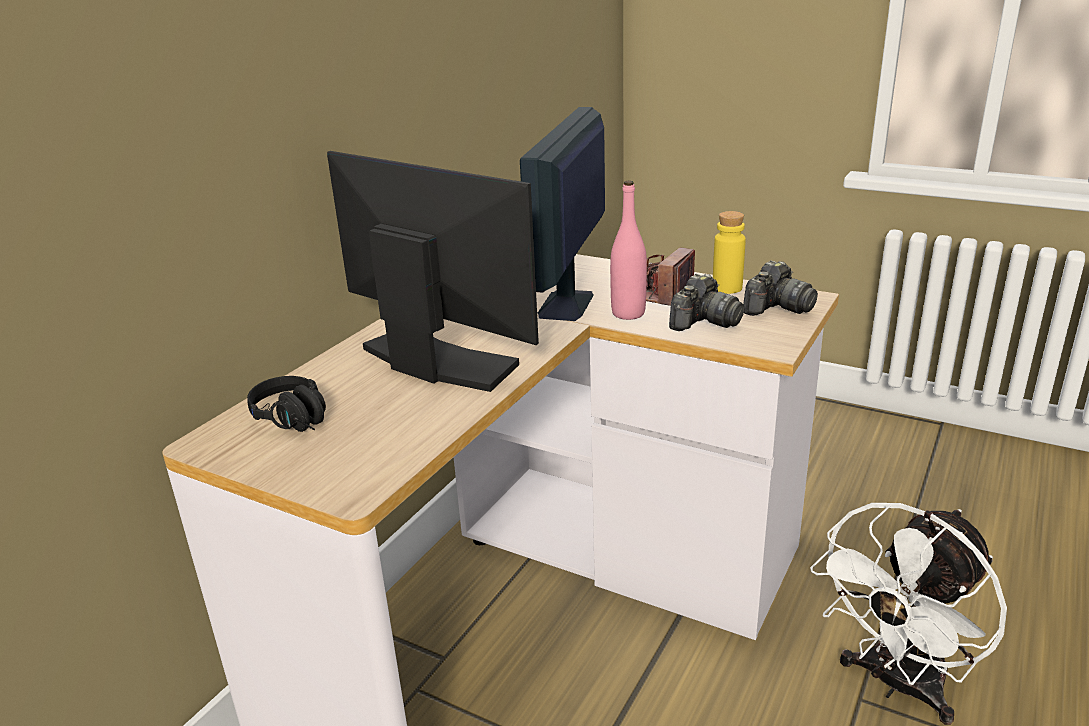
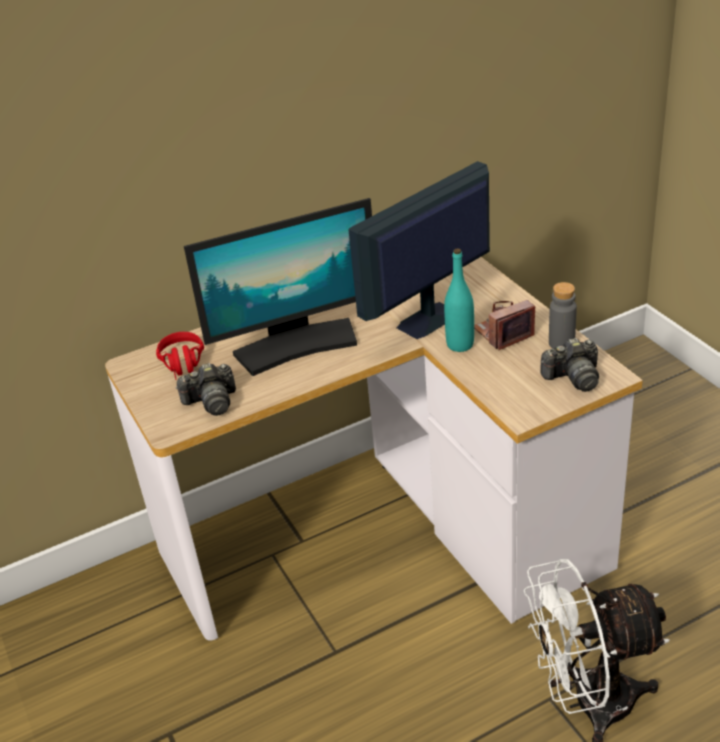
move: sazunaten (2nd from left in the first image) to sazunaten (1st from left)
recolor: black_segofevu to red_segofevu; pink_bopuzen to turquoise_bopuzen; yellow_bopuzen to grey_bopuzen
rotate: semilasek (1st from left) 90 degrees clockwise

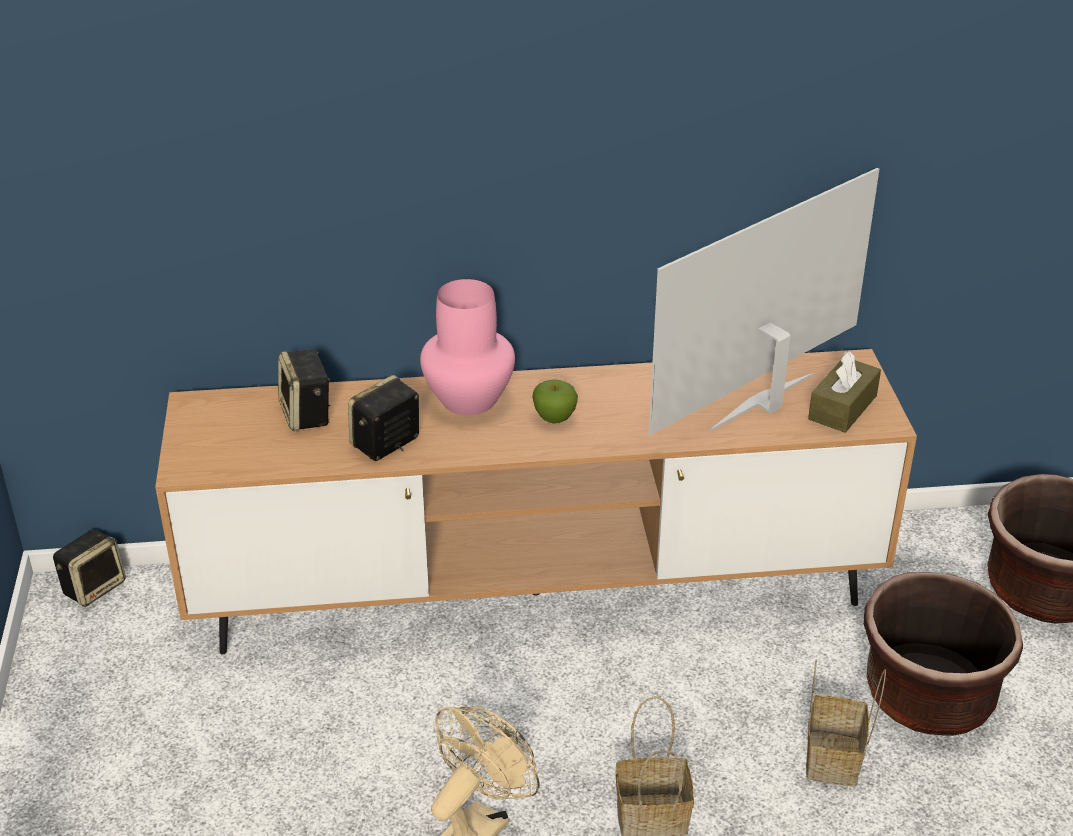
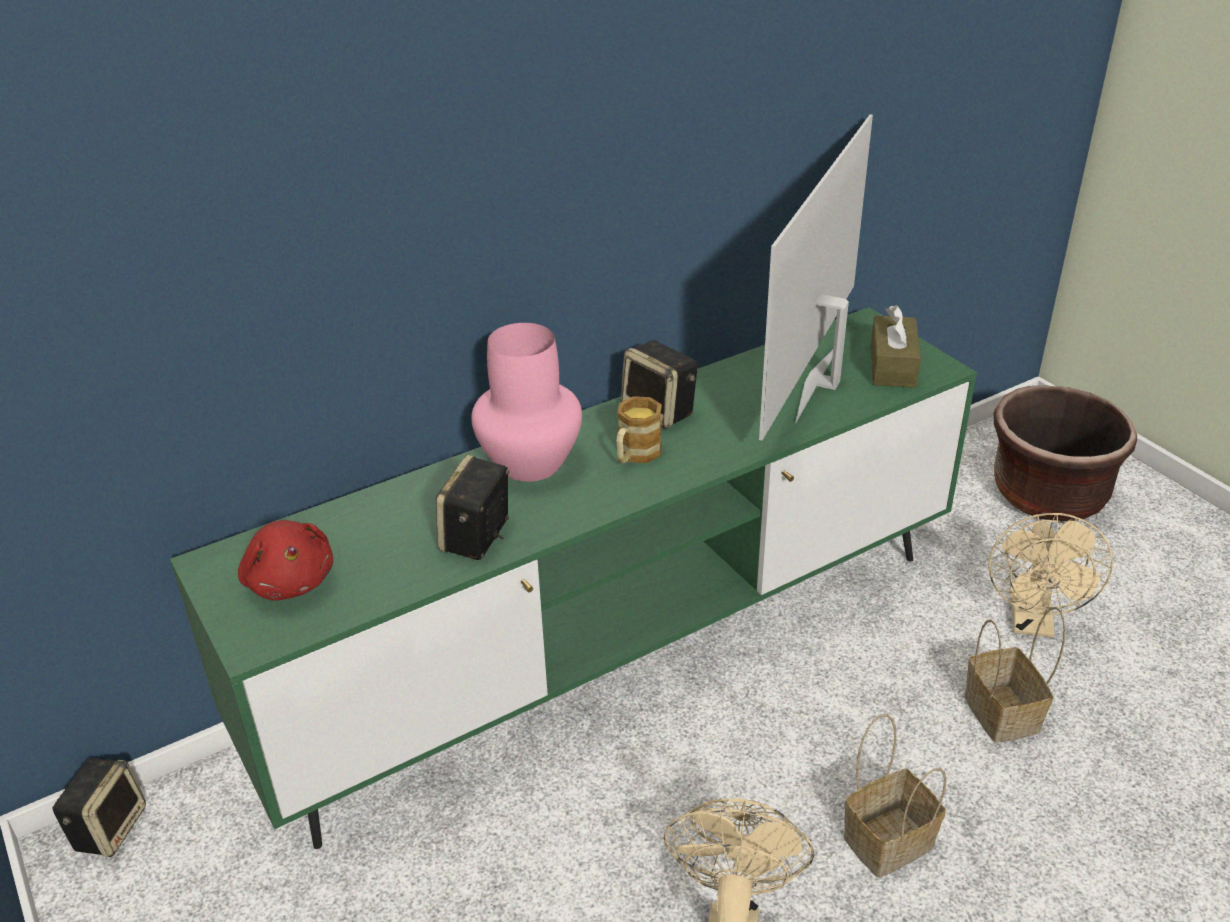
insert: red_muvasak
move: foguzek (2nd from left in the first image) to foguzek (3rd from left)
replace: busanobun to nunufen; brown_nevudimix (1st from left) to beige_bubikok (2nd from left)
recolor: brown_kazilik to green_kazilik

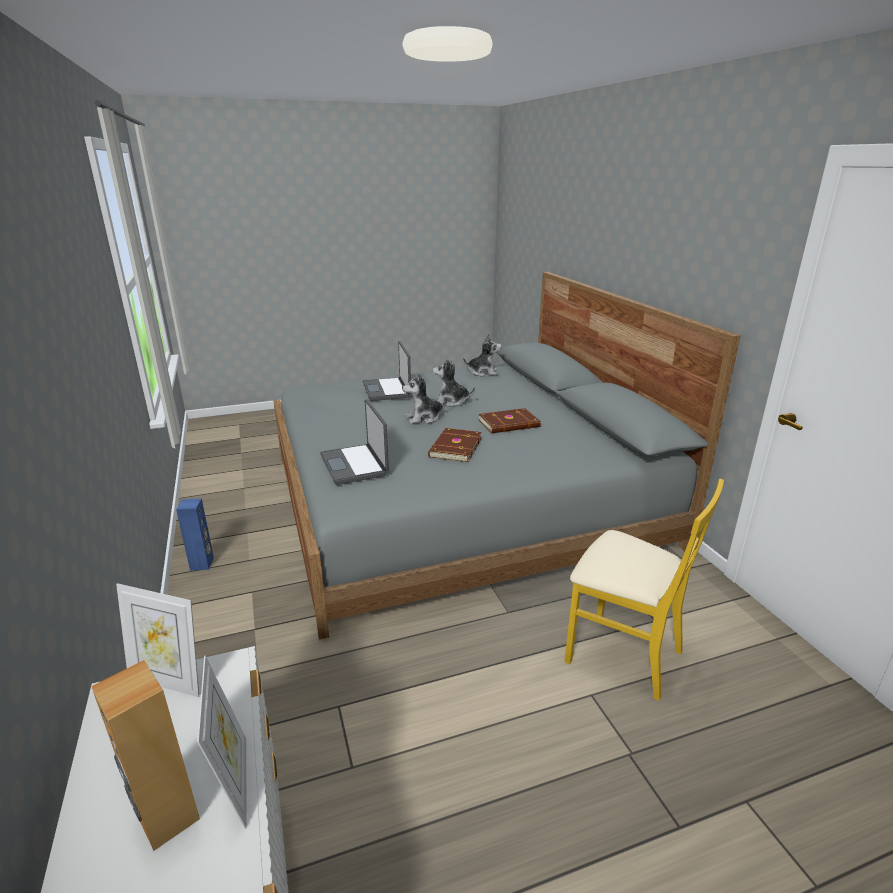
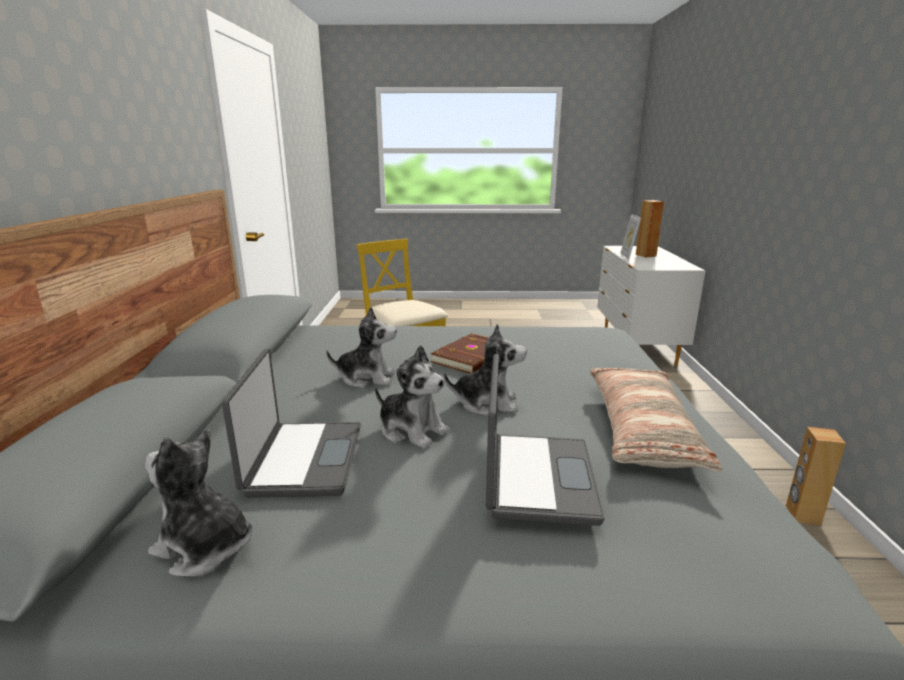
delete: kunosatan (1st from left)
insert: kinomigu
move: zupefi (1st from left)
replace: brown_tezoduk (2nd from left) to muvasak (2nd from left)
recolor: blue_foguzek to brown_foguzek (2nd from left)

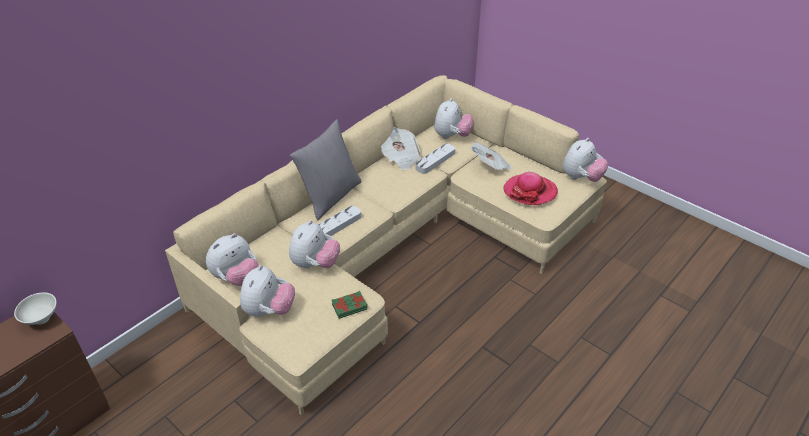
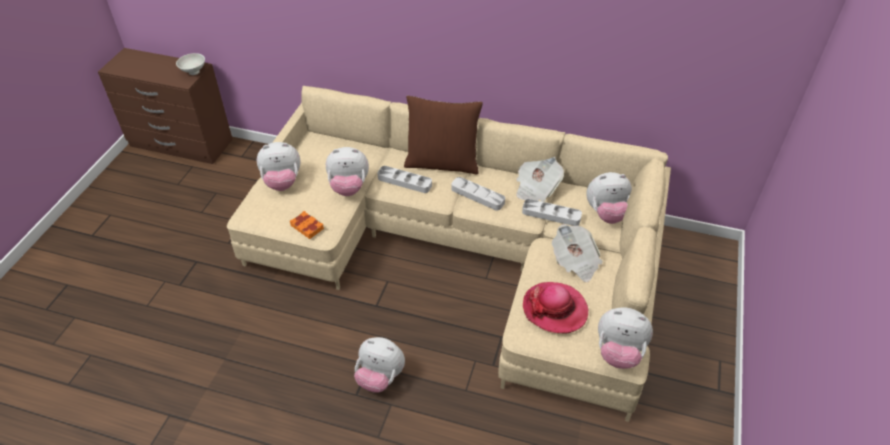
insert: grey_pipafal (2nd from left)
move: muvasak (1st from left in the first image) to muvasak (3rd from left)
recolor: green_tezoduk to orange_tezoduk; grey_kinomigu to brown_kinomigu

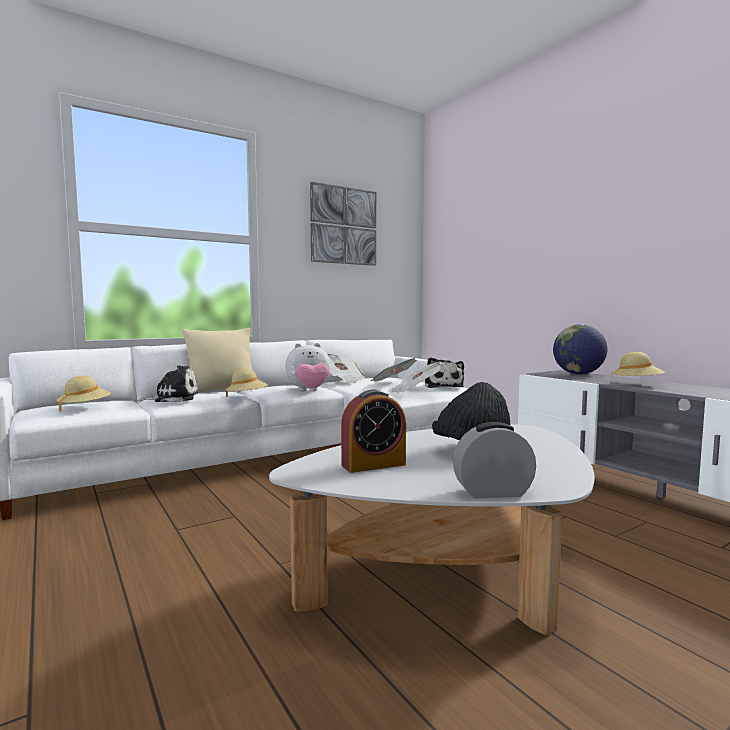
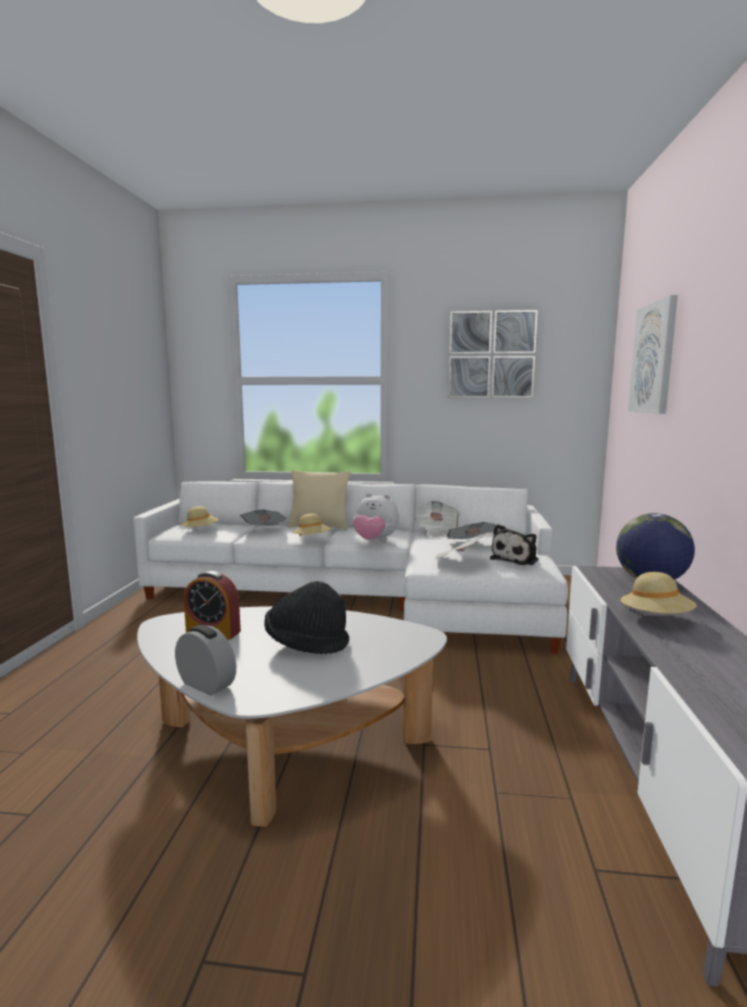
insert: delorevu (2nd from left)
replace: muvasak (1st from left) to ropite (1st from left)

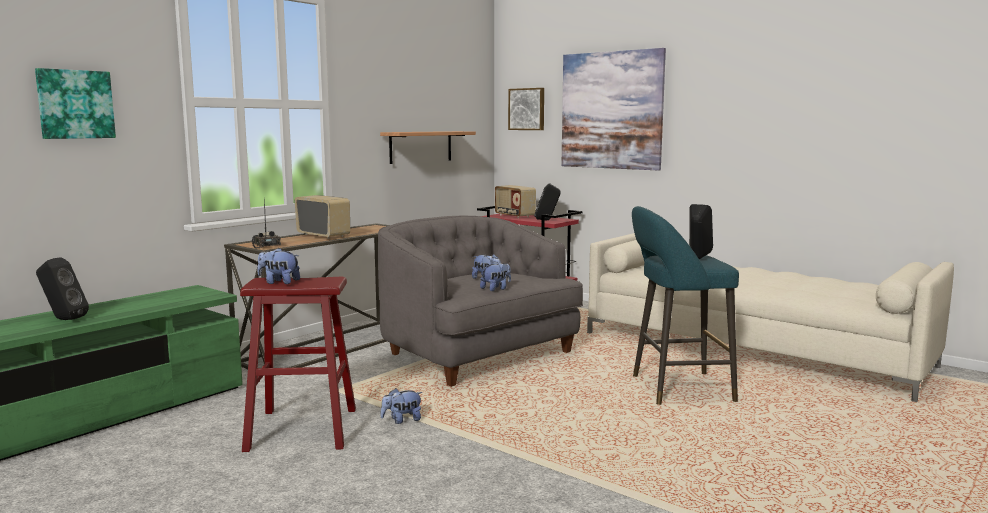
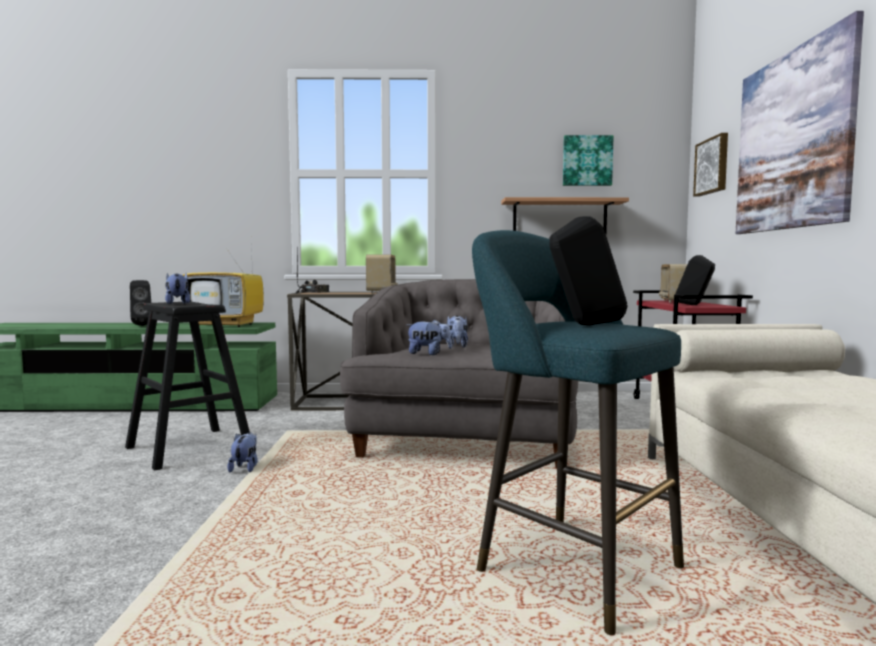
insert: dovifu
move: delorevu (1st from left)
recolor: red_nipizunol to black_nipizunol
rotate: muvasak (2nd from left) 60 degrees clockwise

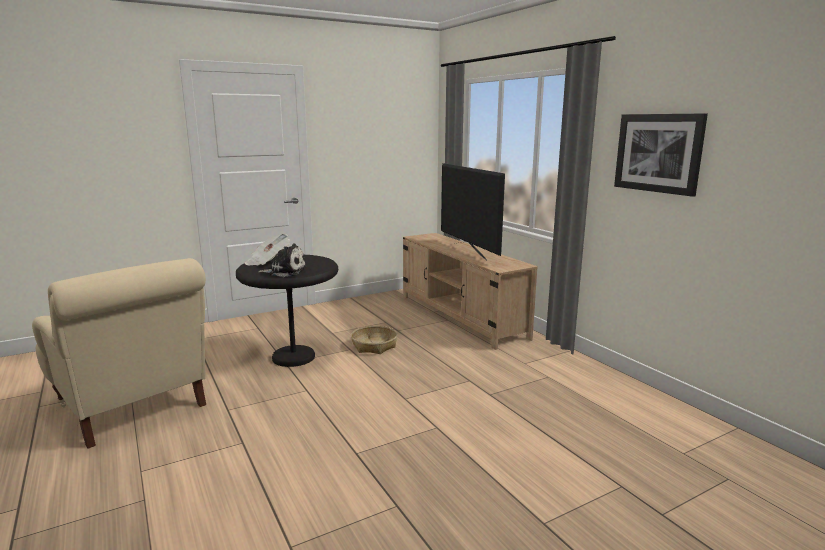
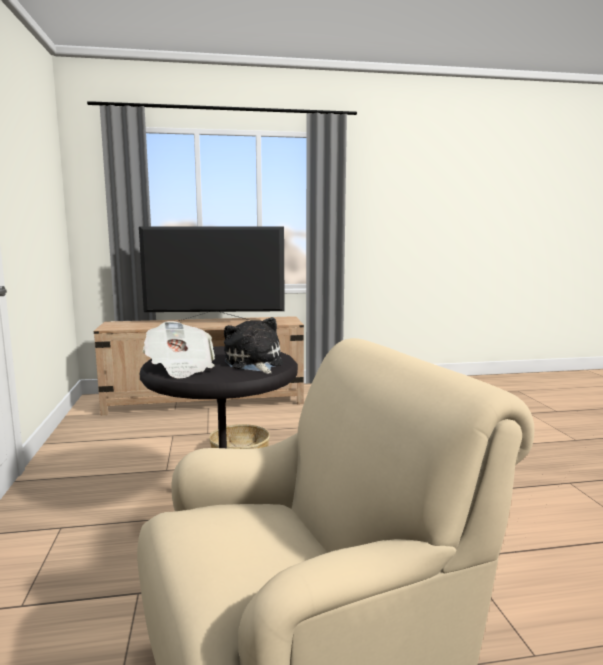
delete: delorevu
rotate: muvasak 45 degrees counterclockwise

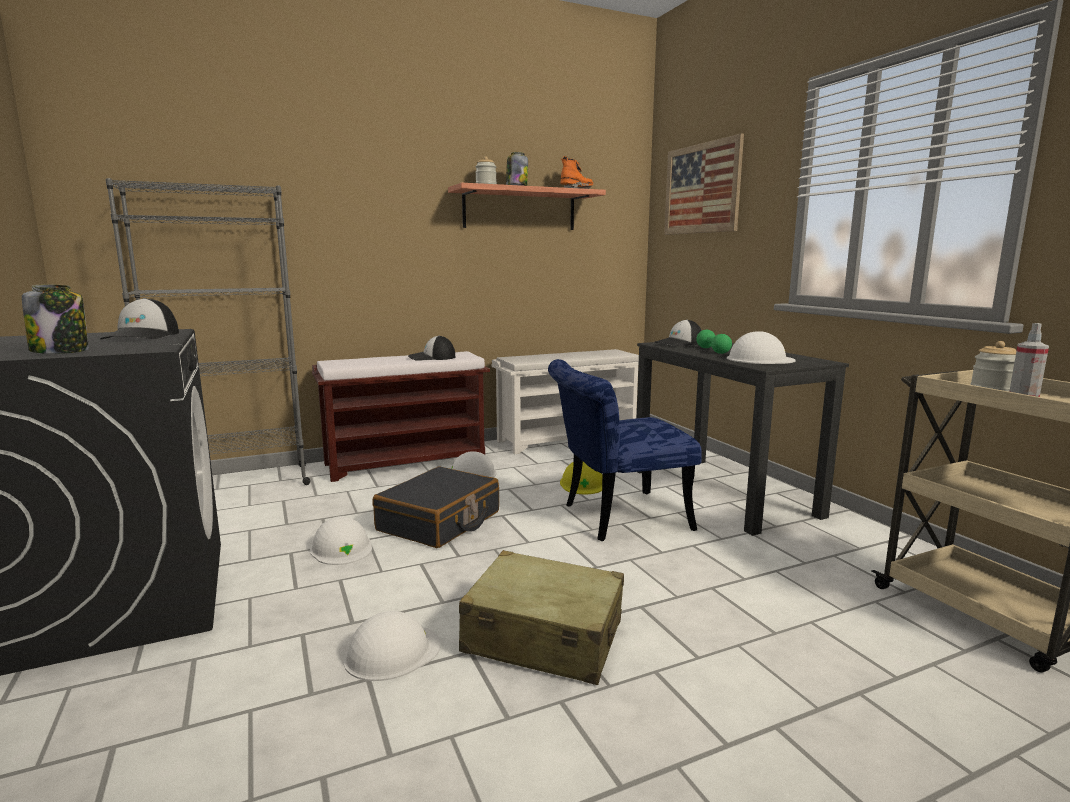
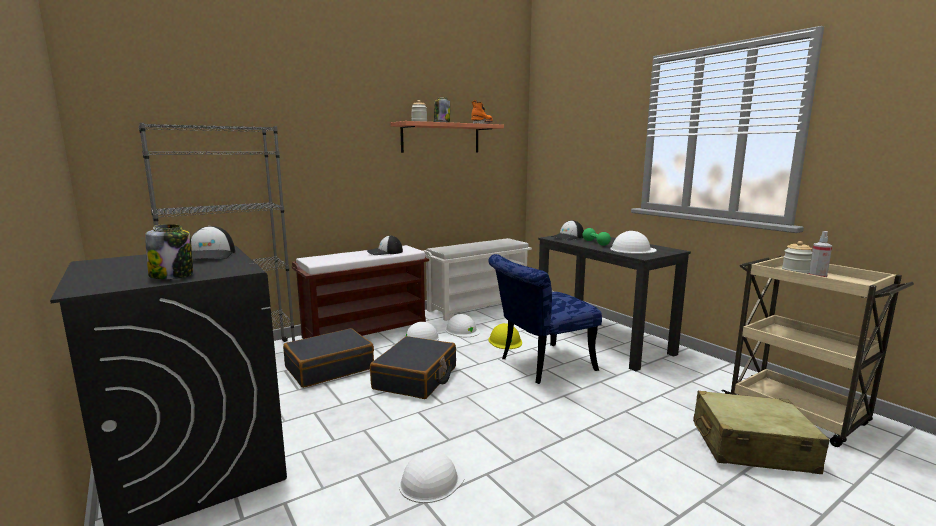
delete: delorevu
insert: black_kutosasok (1st from left)
move: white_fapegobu (1st from left in the first image) to white_fapegobu (3rd from left); beige_kutosasok

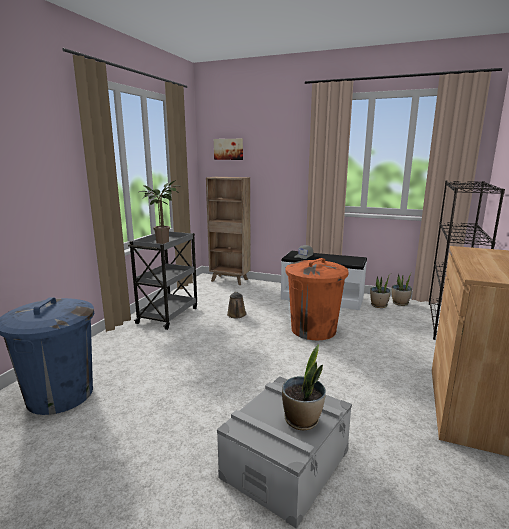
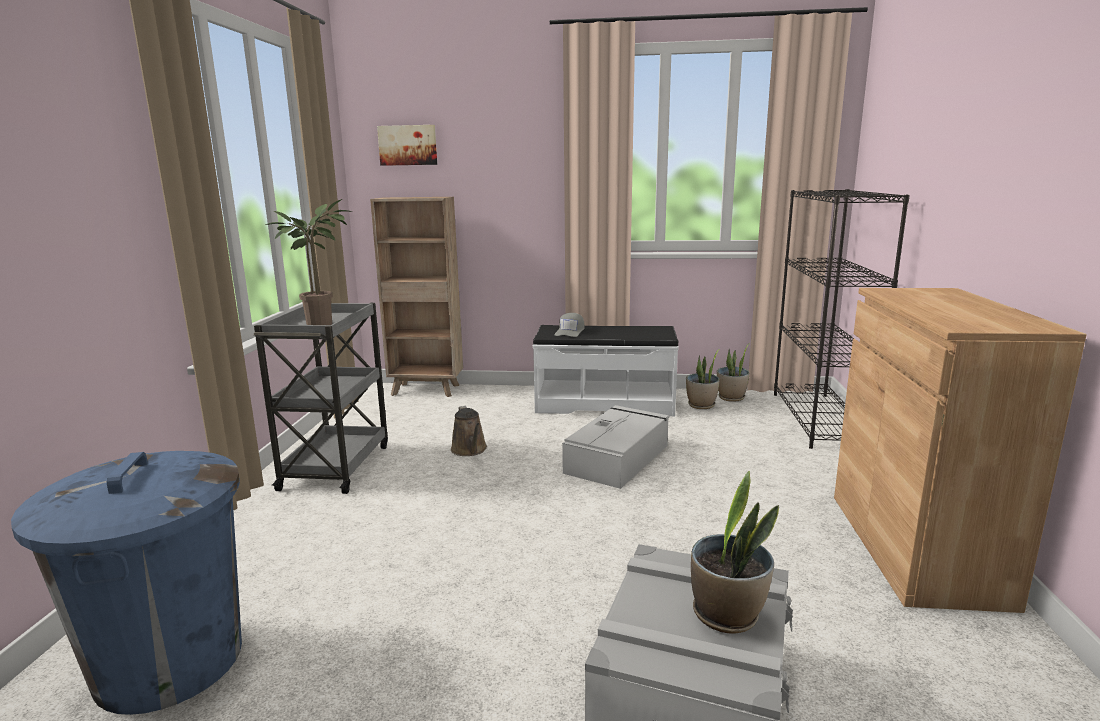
replace: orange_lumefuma to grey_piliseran (1st from left)

